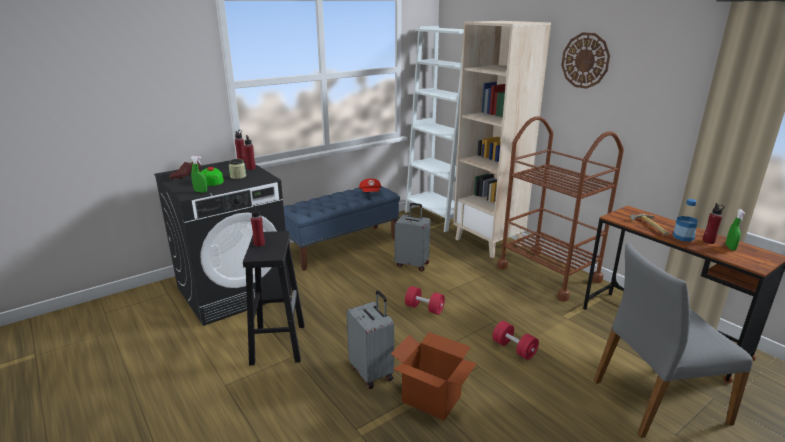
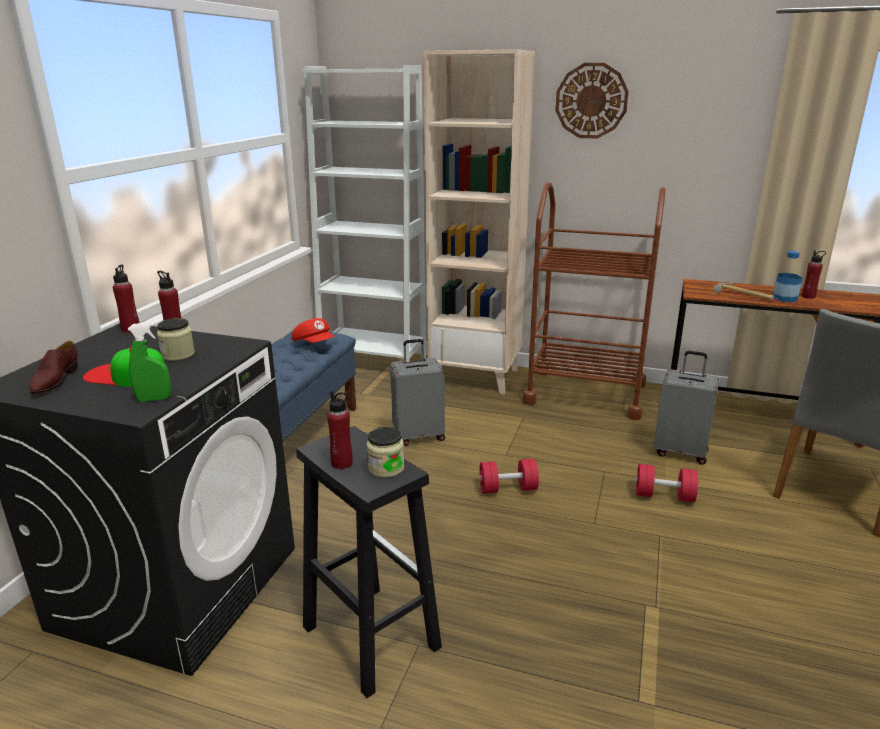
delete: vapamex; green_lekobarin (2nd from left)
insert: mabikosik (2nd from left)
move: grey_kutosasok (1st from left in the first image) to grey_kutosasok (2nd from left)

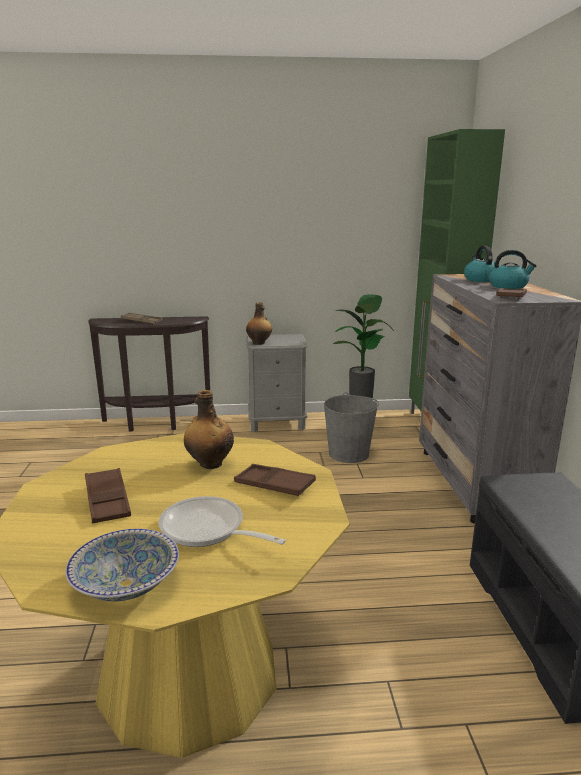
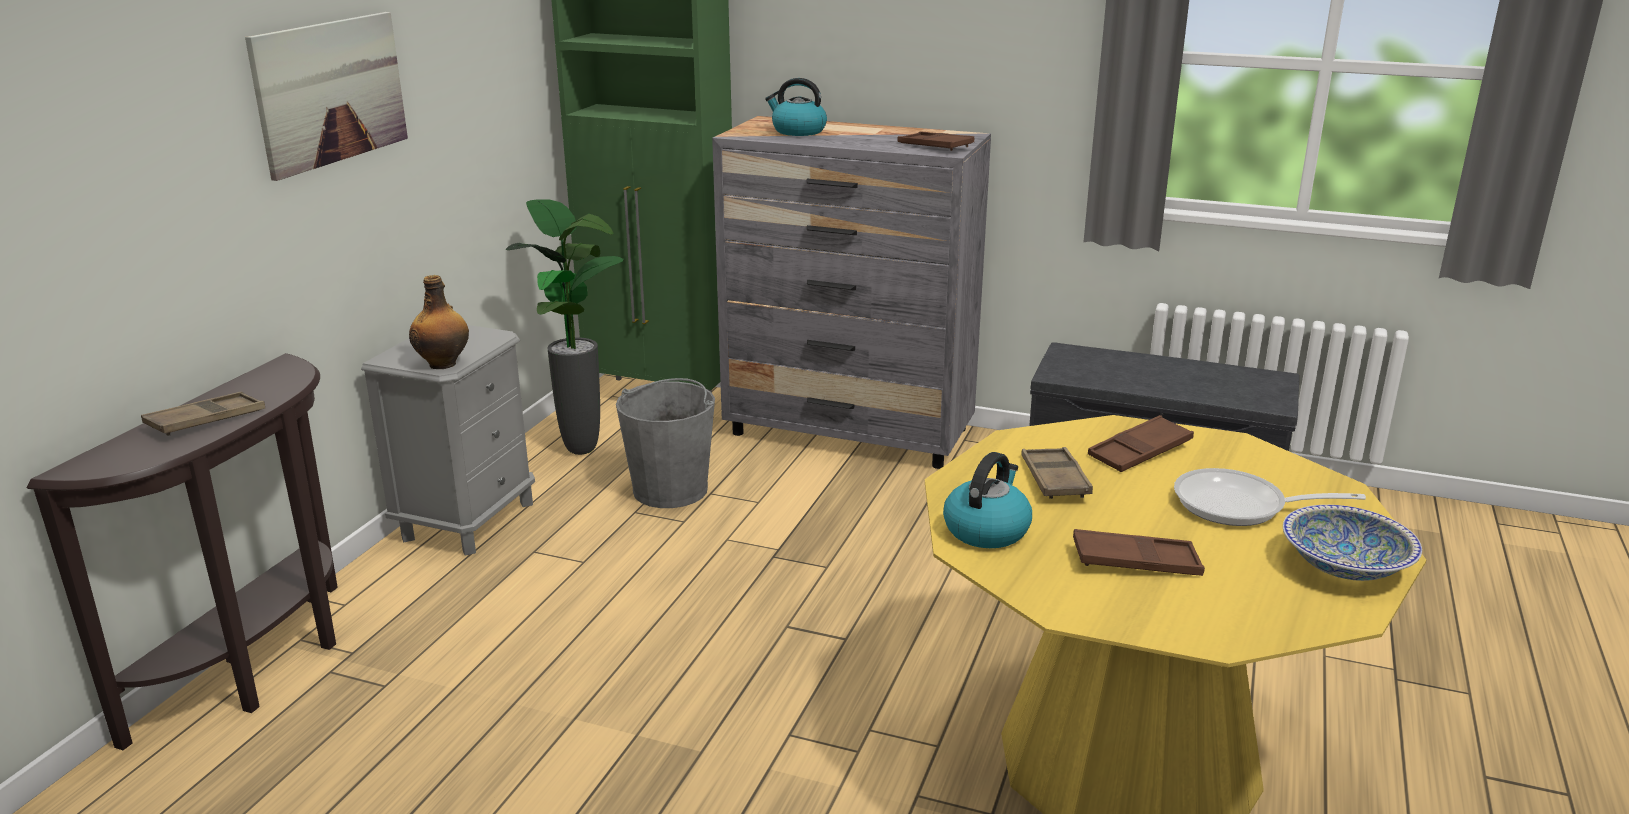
insert: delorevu
move: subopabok (2nd from left)
replace: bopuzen (1st from left) to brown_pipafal (3rd from left)
rotate: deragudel 45 degrees clockwise

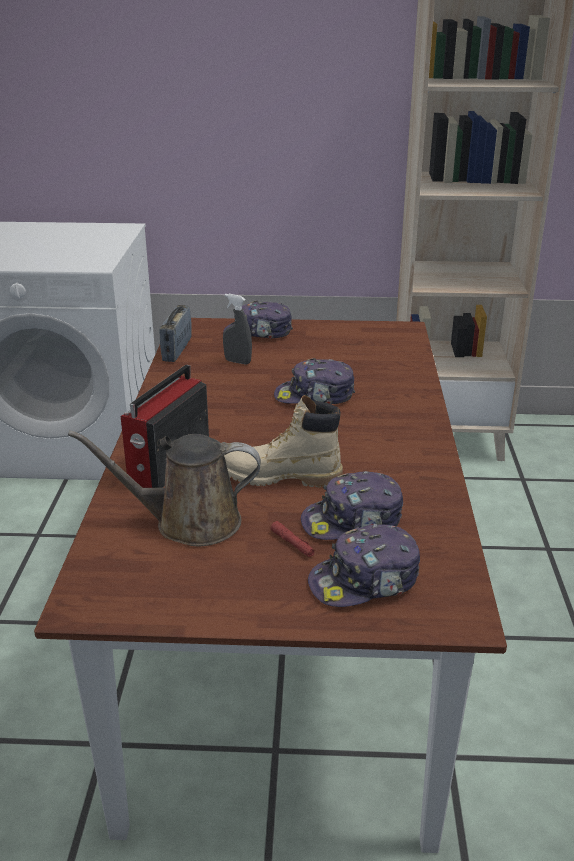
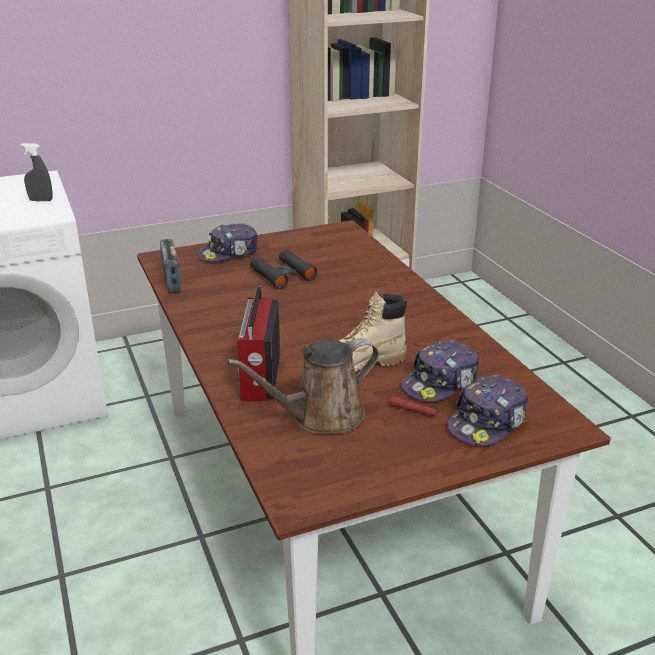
delete: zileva (2nd from left)
insert: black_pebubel
move: grey_lekobarin

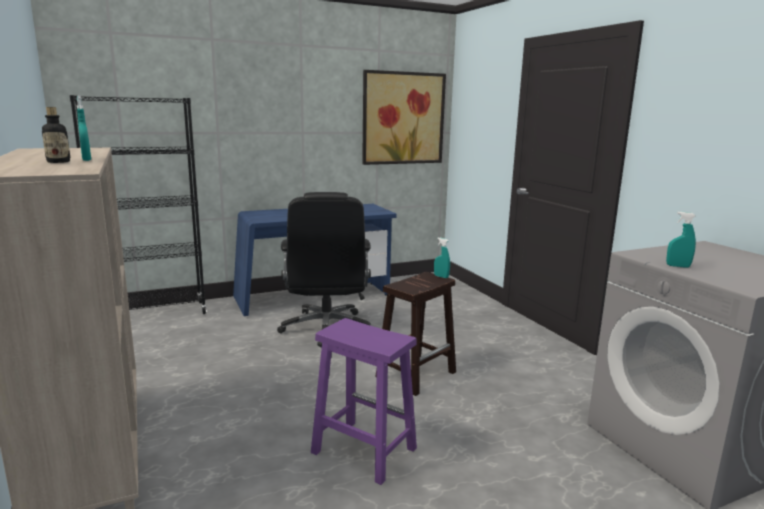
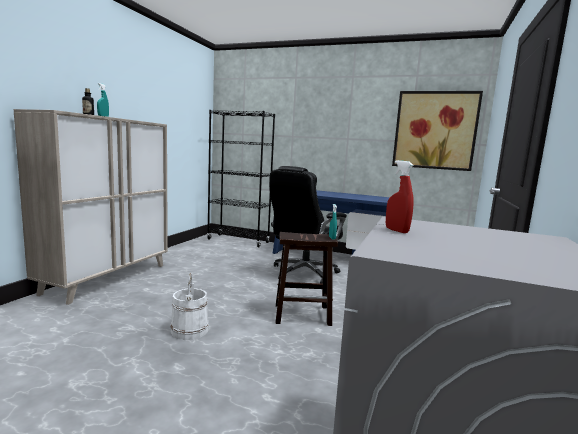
replace: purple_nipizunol to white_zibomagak
recolor: turquoise_lekobarin (3rd from left) to red_lekobarin

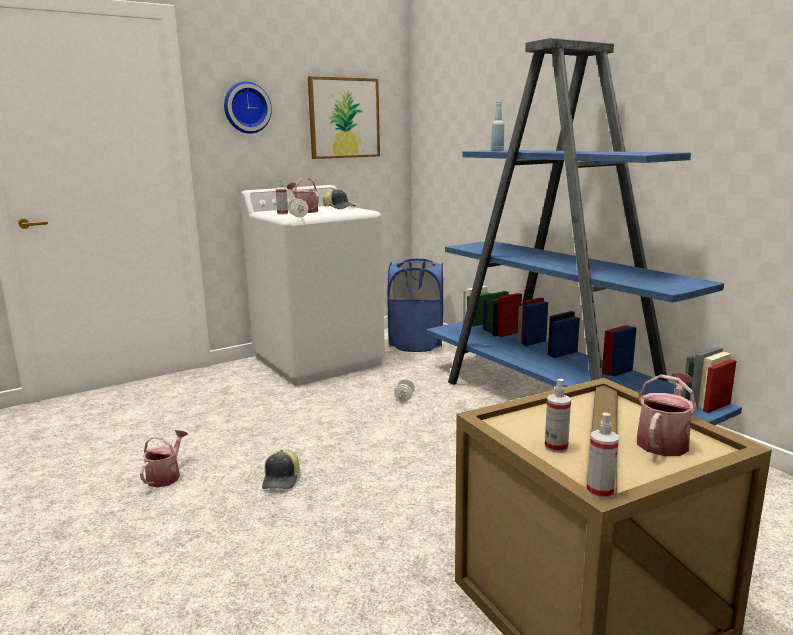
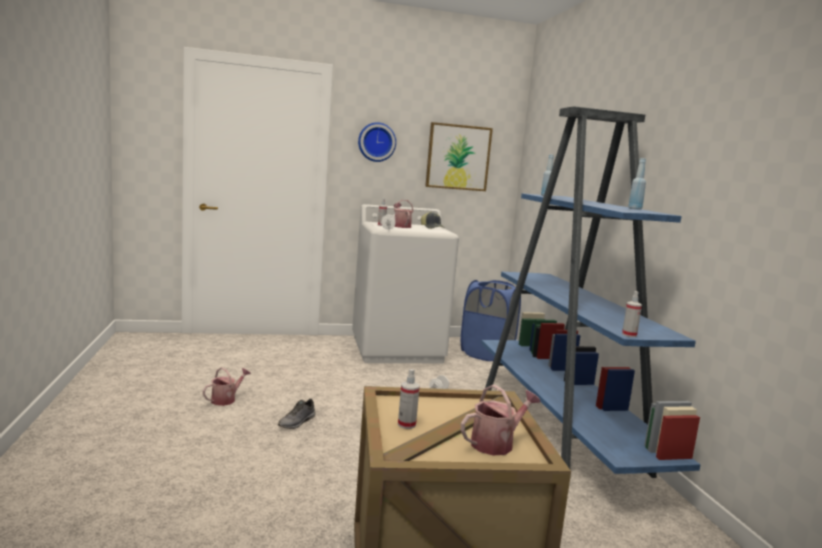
insert: blue_bopuzen (2nd from left)
move: lekobarin (3rd from left)
replace: zileva (1st from left) to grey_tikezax

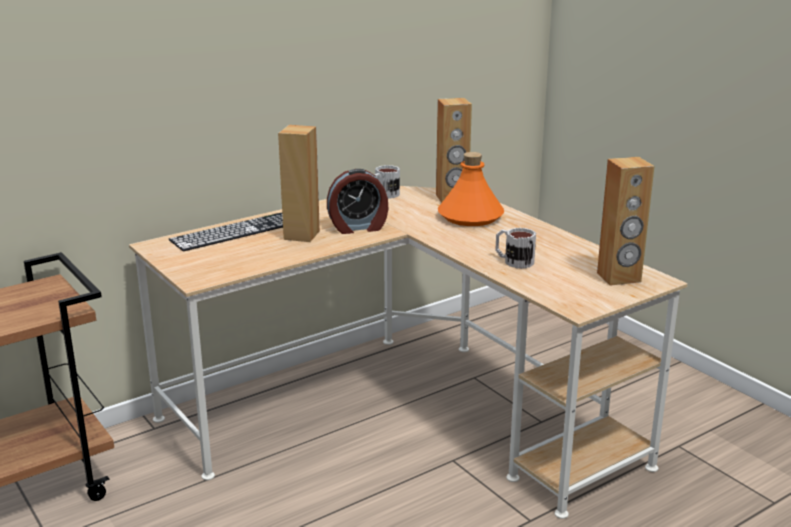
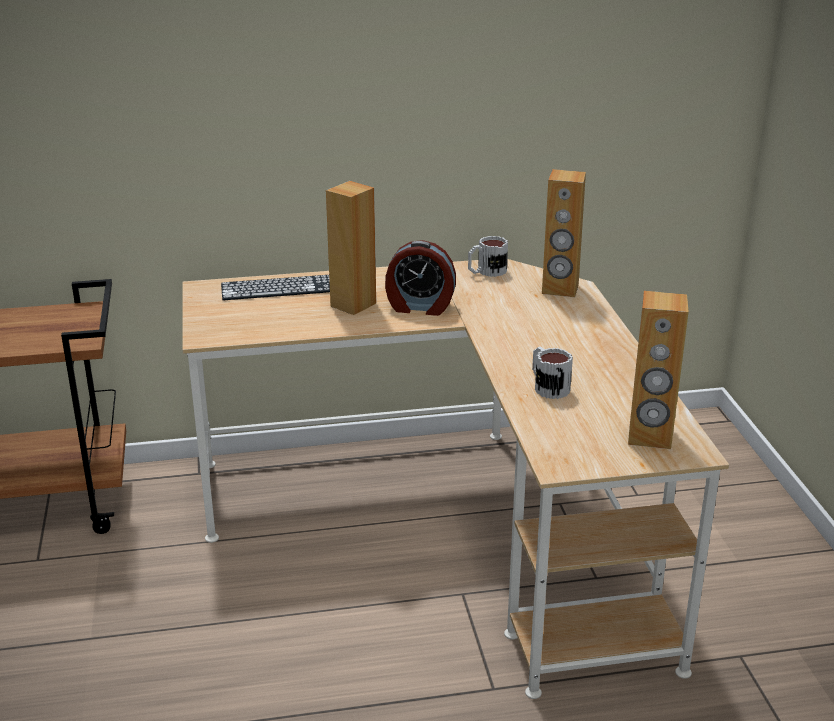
delete: orange_bopuzen

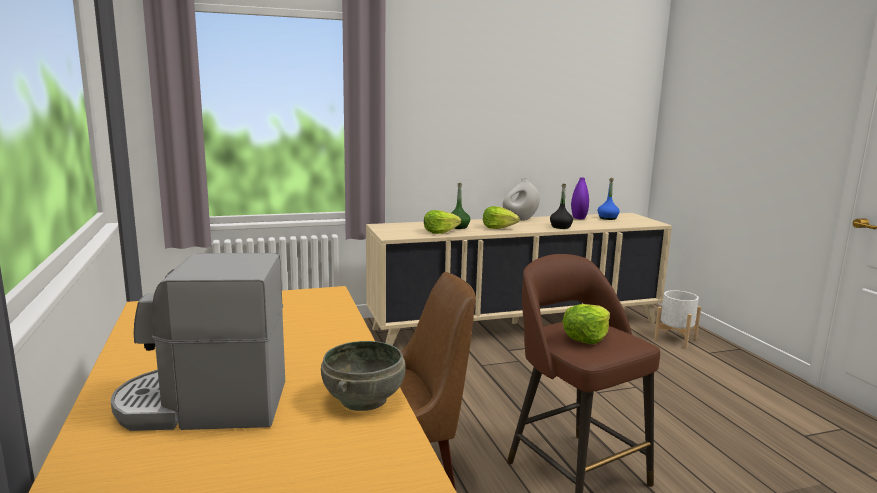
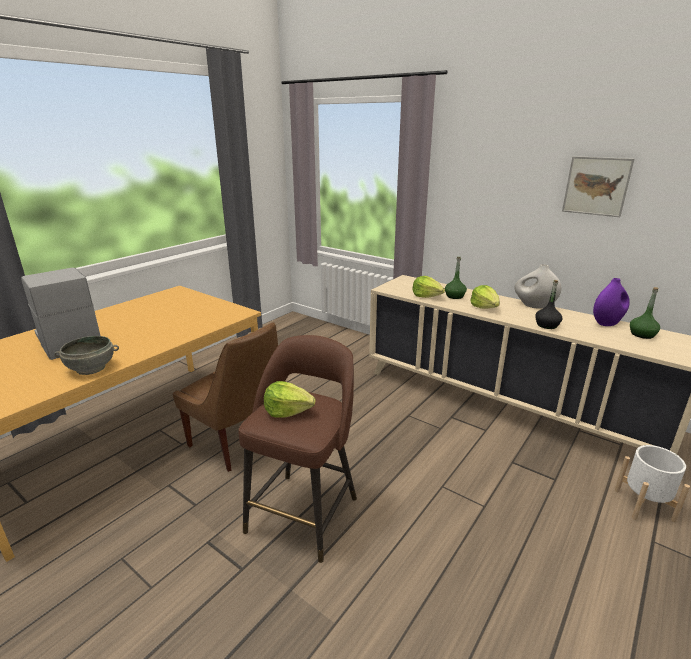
insert: delorevu
recolor: blue_bopuzen to green_bopuzen (2nd from left)

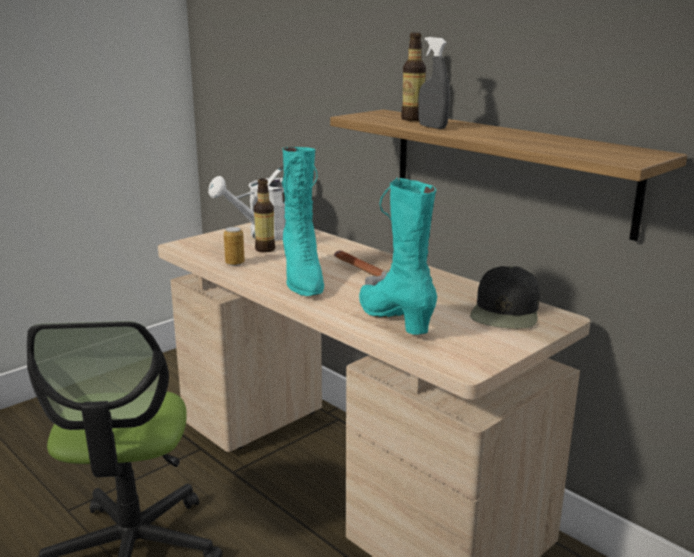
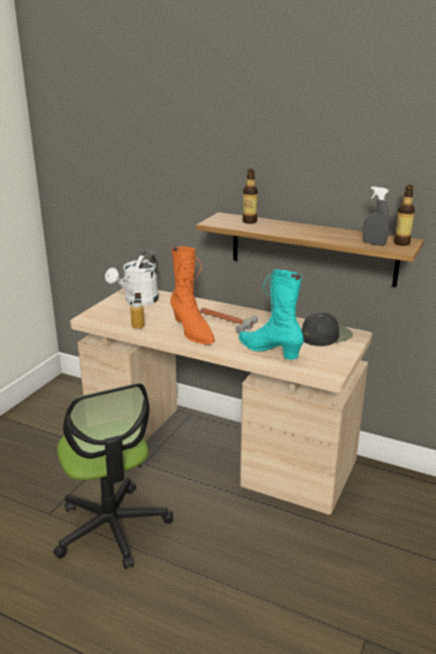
move: grey_lekobarin; bopuzen (1st from left in the first image) to bopuzen (2nd from left)
recolor: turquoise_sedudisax (1st from left) to orange_sedudisax
rotate: black_zileva 120 degrees counterclockwise

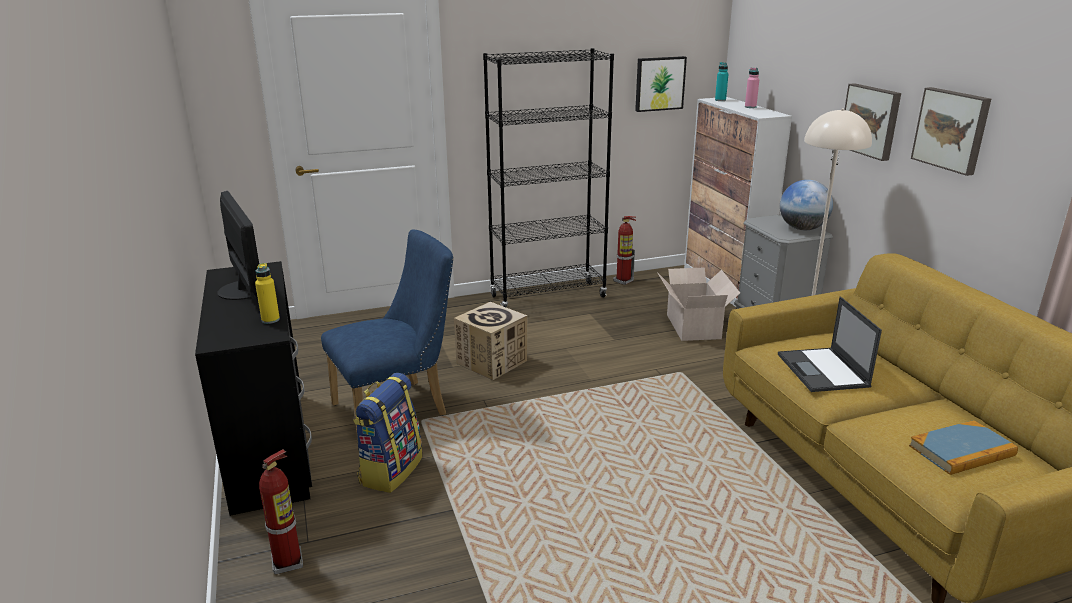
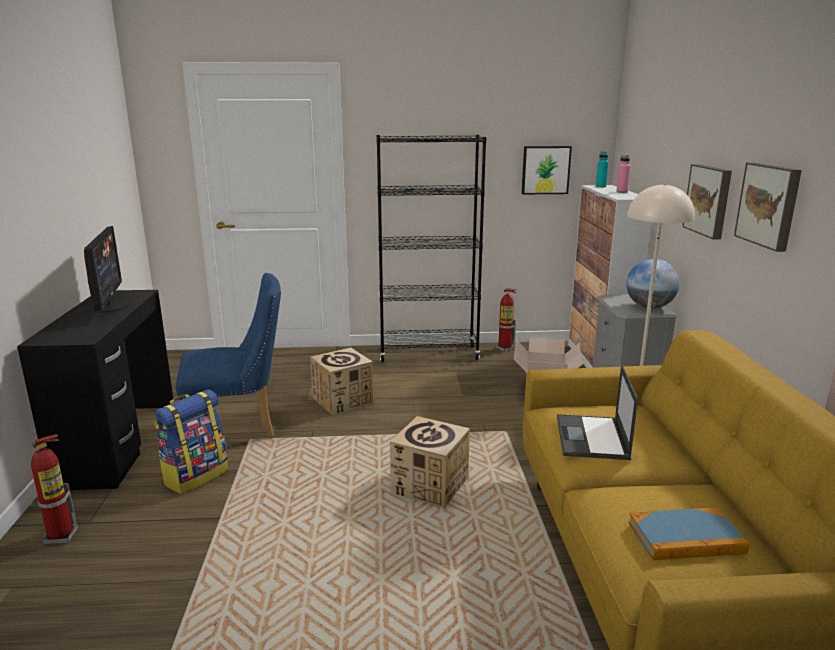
delete: yellow_bopuzen
insert: vapamex (2nd from left)

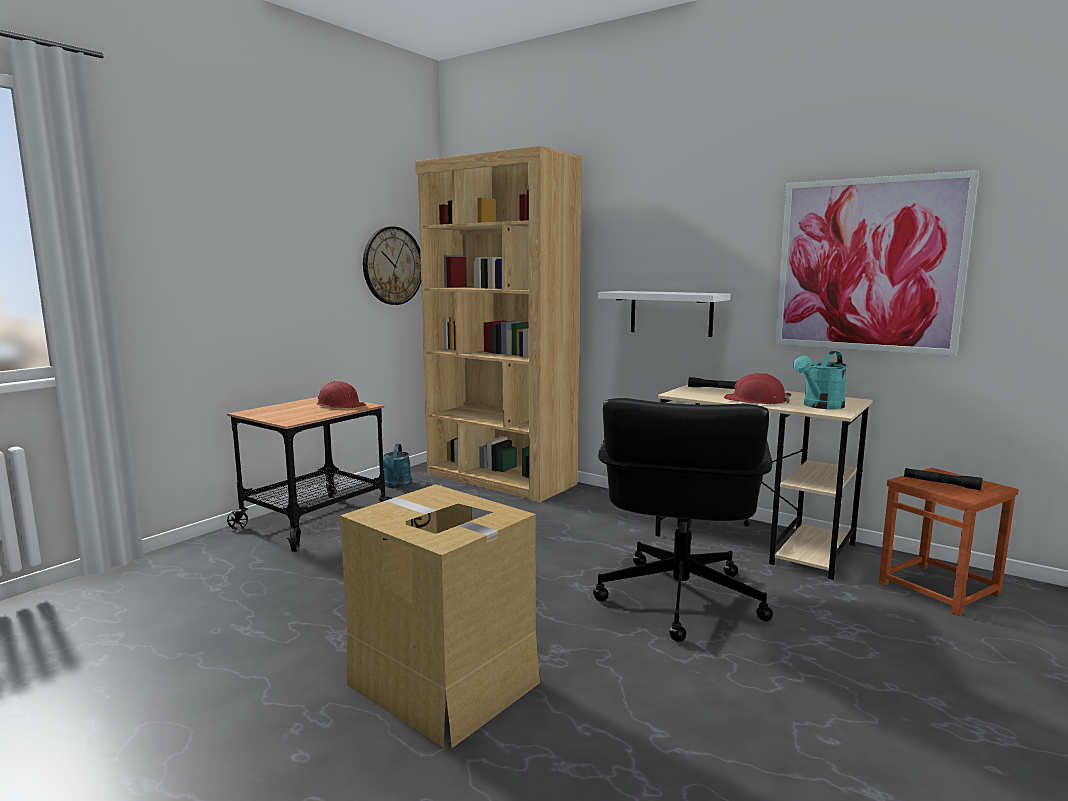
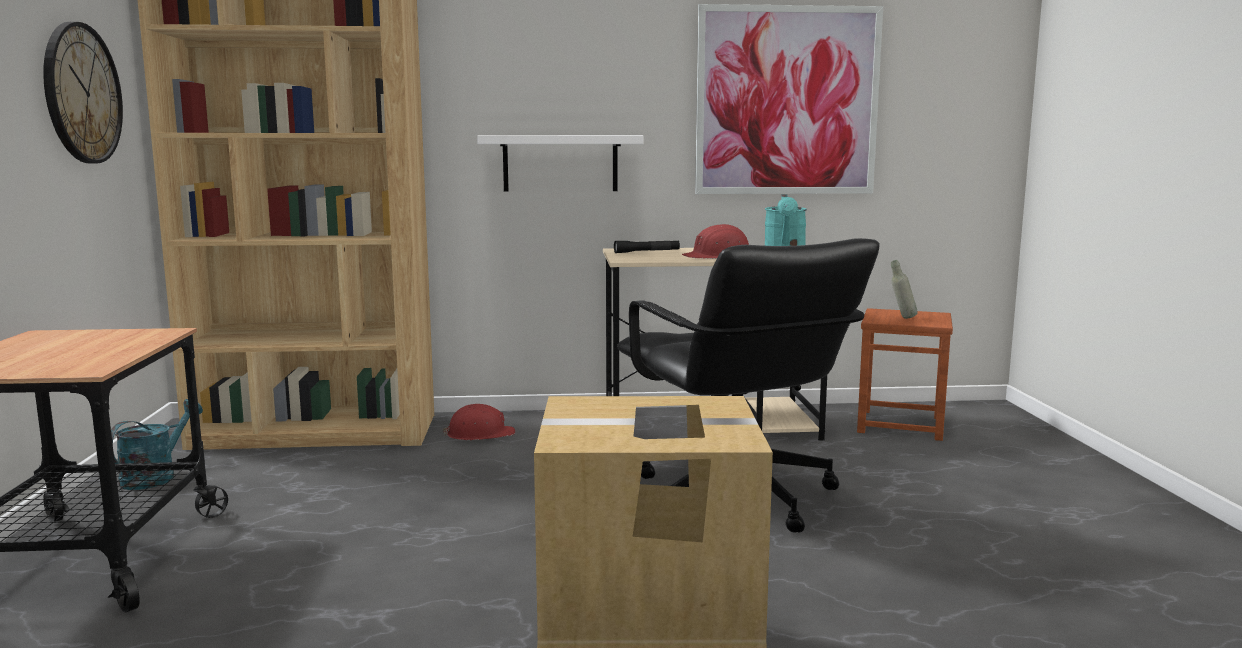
move: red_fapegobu (1st from left)
replace: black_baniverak (2nd from left) to grey_bopuzen
rotate: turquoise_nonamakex (1st from left) 120 degrees counterclockwise

